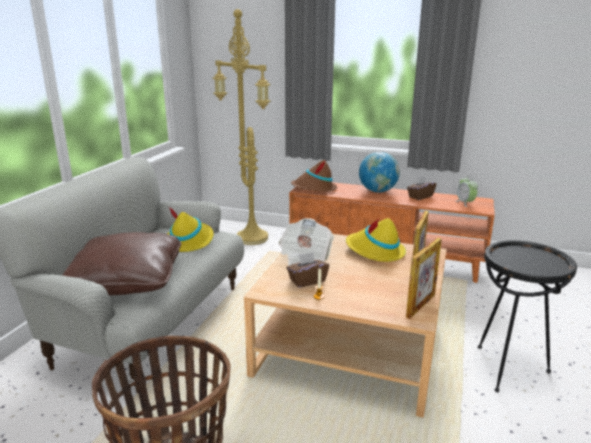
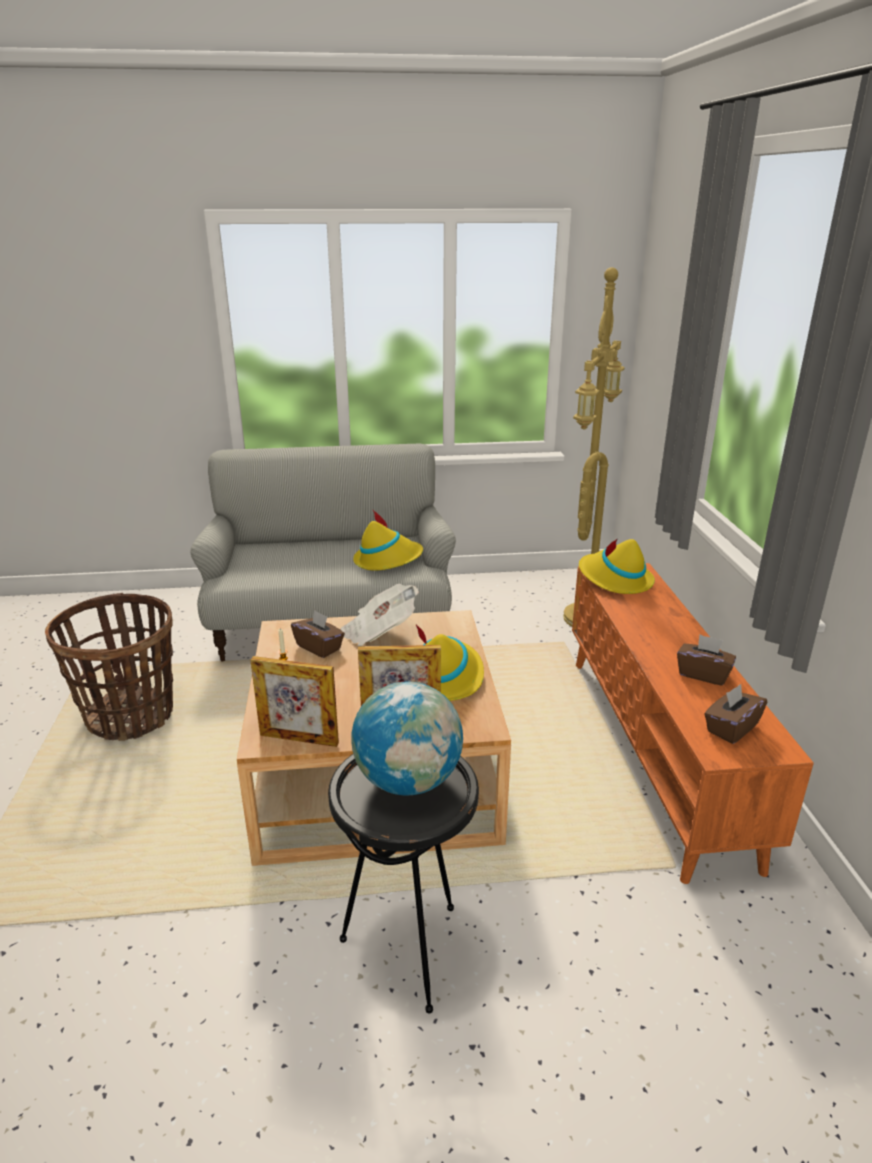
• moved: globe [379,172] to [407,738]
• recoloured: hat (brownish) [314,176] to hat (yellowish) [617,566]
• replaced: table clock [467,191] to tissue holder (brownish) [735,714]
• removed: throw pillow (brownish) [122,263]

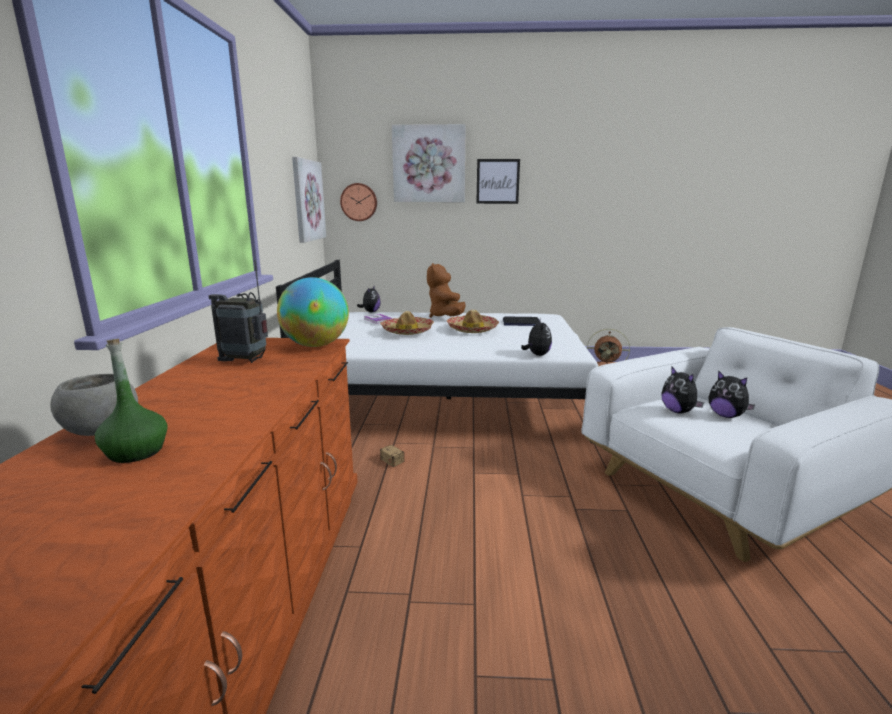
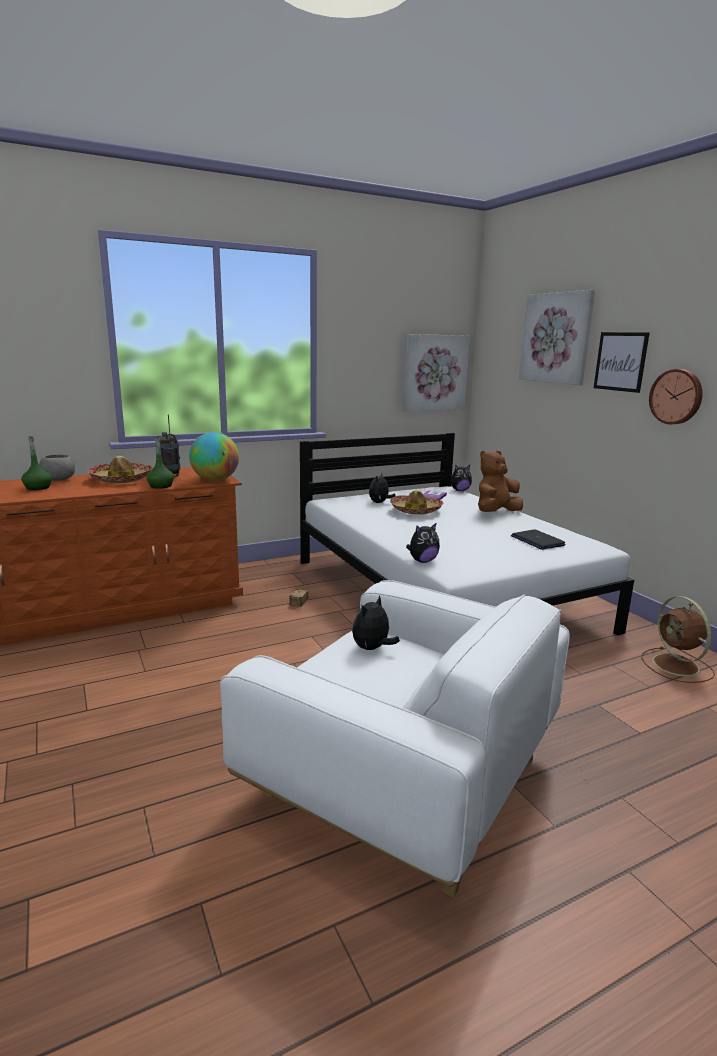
• moved: hat [473,321] to [119,469]
• added: bottle (green-coloured) [160,462]
• moved: soft toy [732,394] to [382,488]
• moved: clock on the wall [358,202] to [676,396]

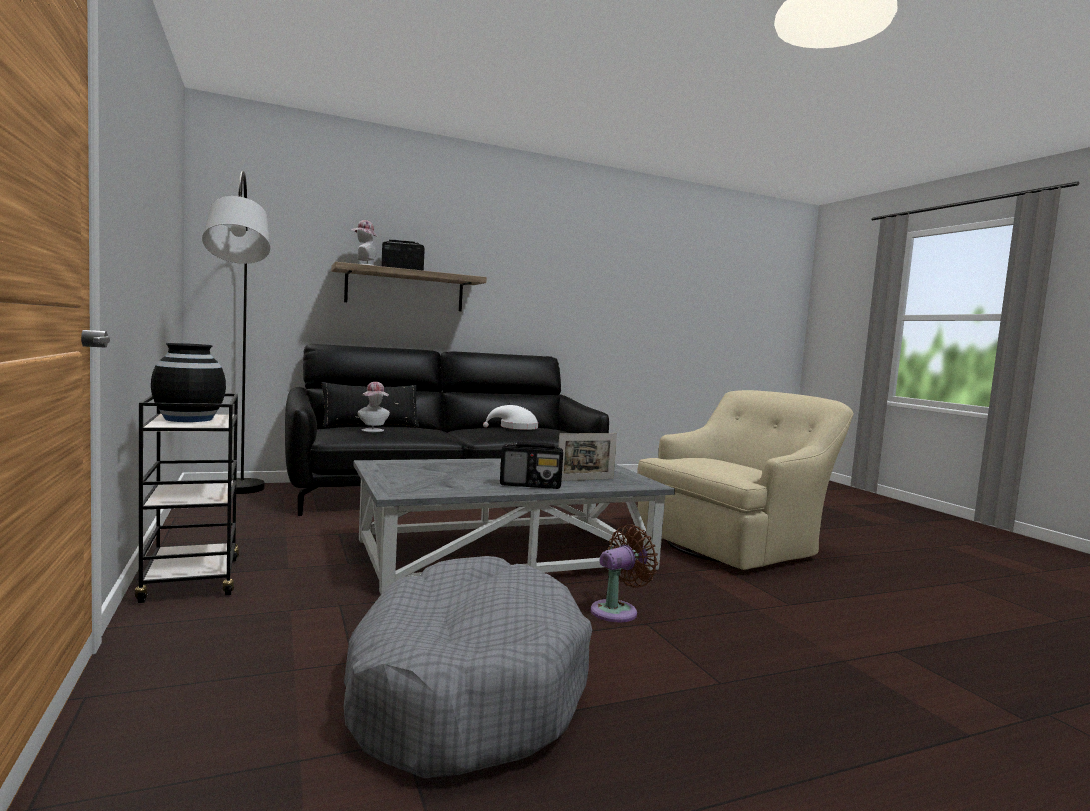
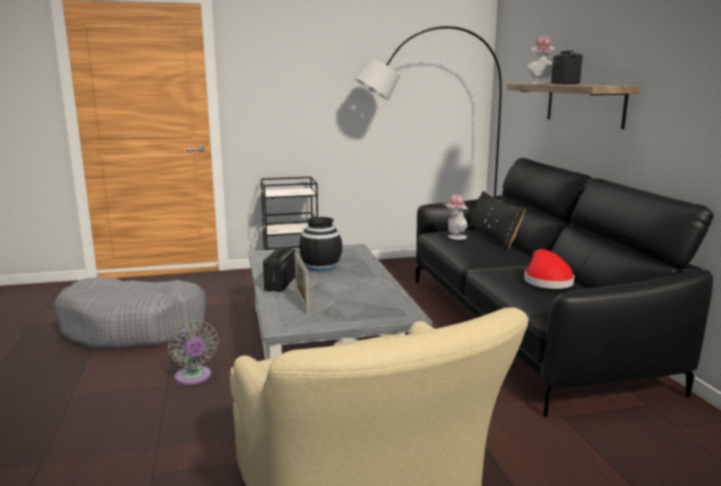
• recoloured: electric fan (brownish) [624,573] to electric fan (grey) [193,352]
• moved: decorative vase (blackish) [188,382] to [320,244]
• recoloured: hat (white-coloured) [510,417] to hat (red) [549,269]

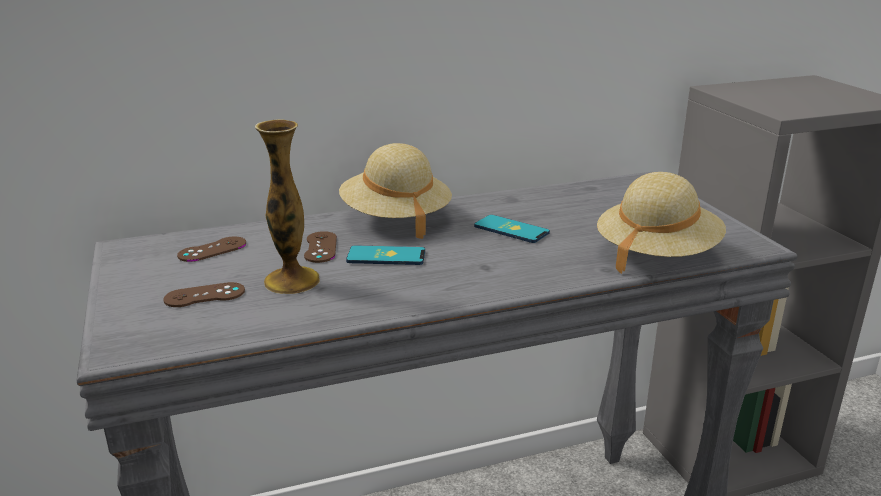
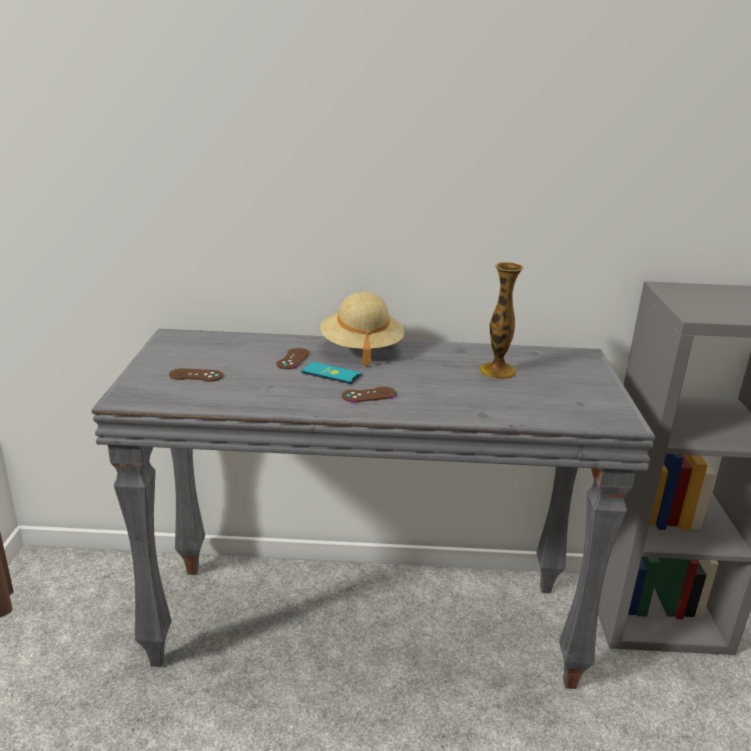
• moved: gamepad (brownish) [211,249] to [369,394]
• moved: decorative vase [287,206] to [501,320]
• removed: phone [512,229]
• removed: hat (sand-coloured) [661,223]

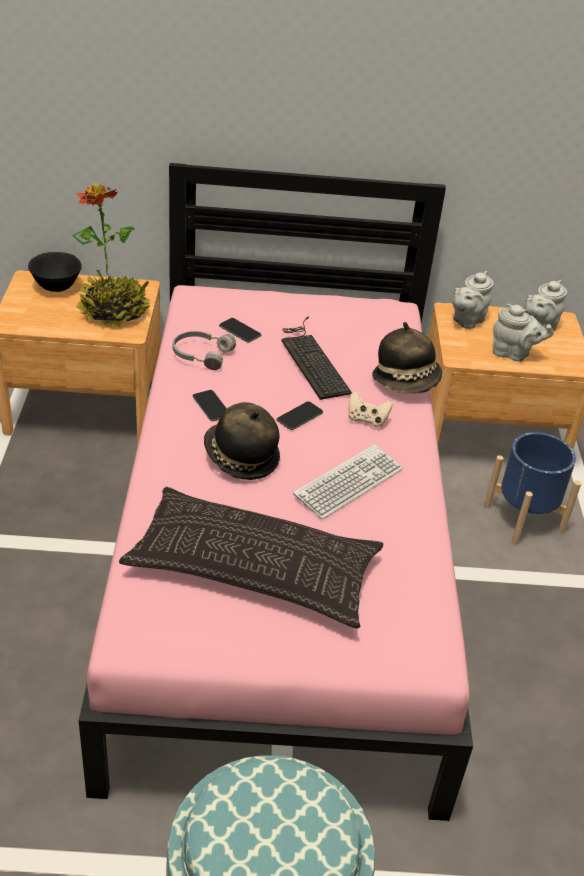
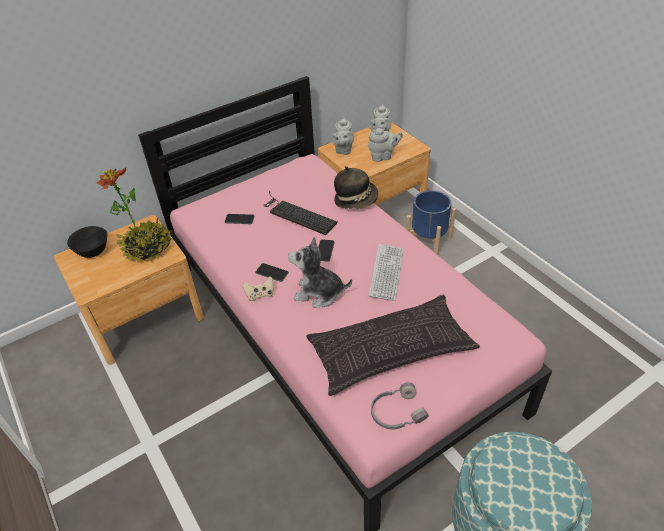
• moved: gamepad (sand-coloured) [370,409] to [258,288]
• replaced: hat [242,441] to soft toy [320,272]
• moved: headphones (grey) [204,350] to [400,405]

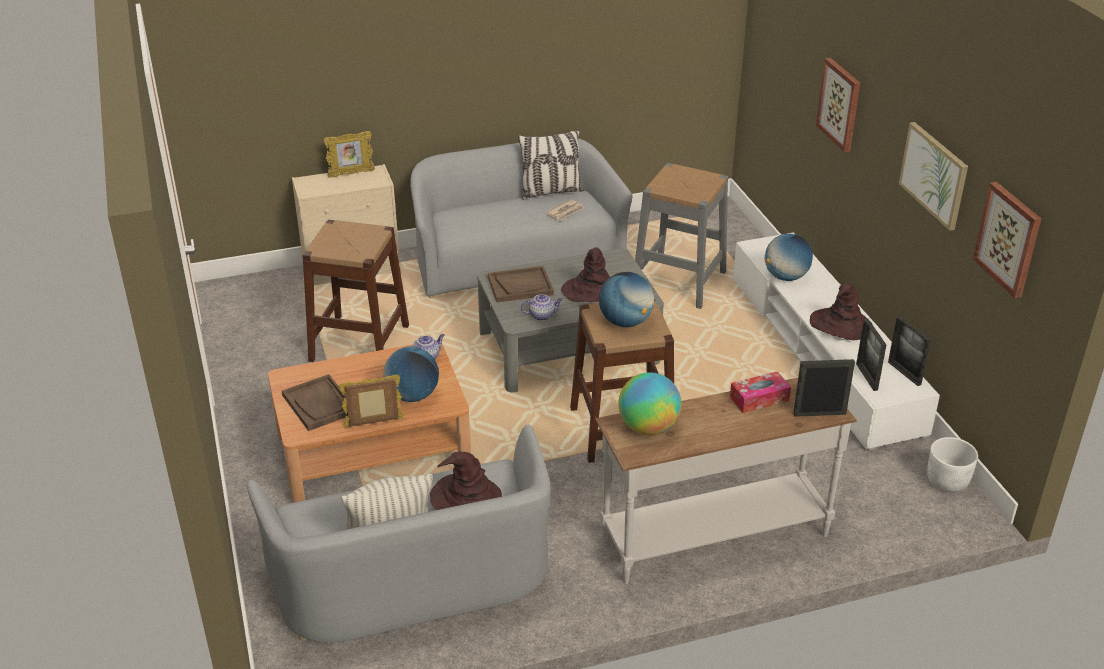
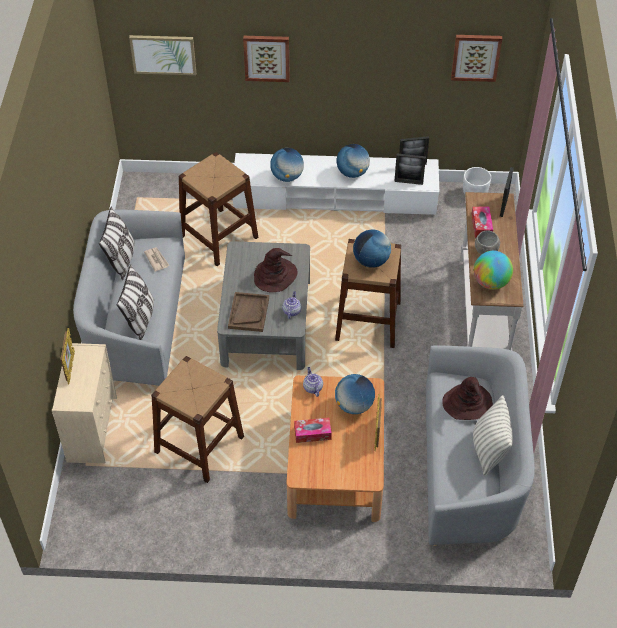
• added: throw pillow [135,302]
• moved: wall picture [933,176] to [162,55]
• recoloured: stool seat (grey) [681,236] to stool seat (brownish) [219,209]
• added: tissue holder [313,430]
• replaced: hat (brownish) [841,311] to globe [353,161]
• added: bowl (grey) [487,242]
• removed: carrying tray (brownish) [315,402]

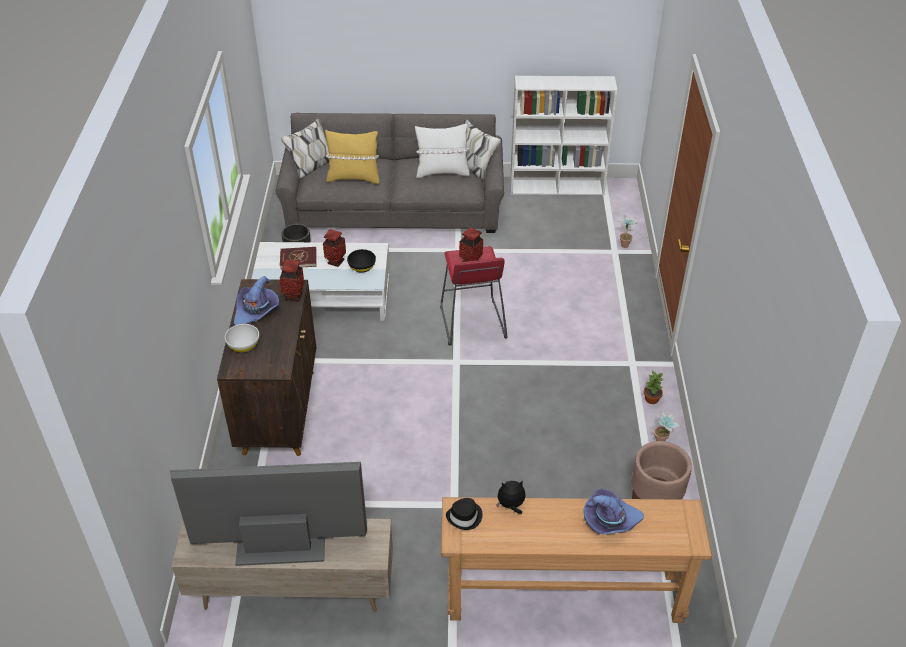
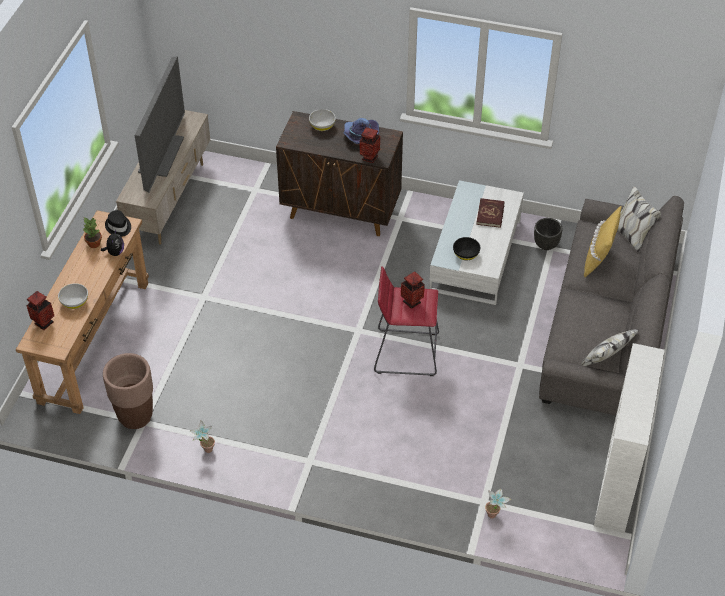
• moved: decorative vase [334,248] to [40,310]
• replaced: hat (purple) [614,511] to bowl (white-coloured) [73,296]
• moved: houseplant [653,387] to [92,233]
• removed: throw pillow (white-coloured) [442,151]

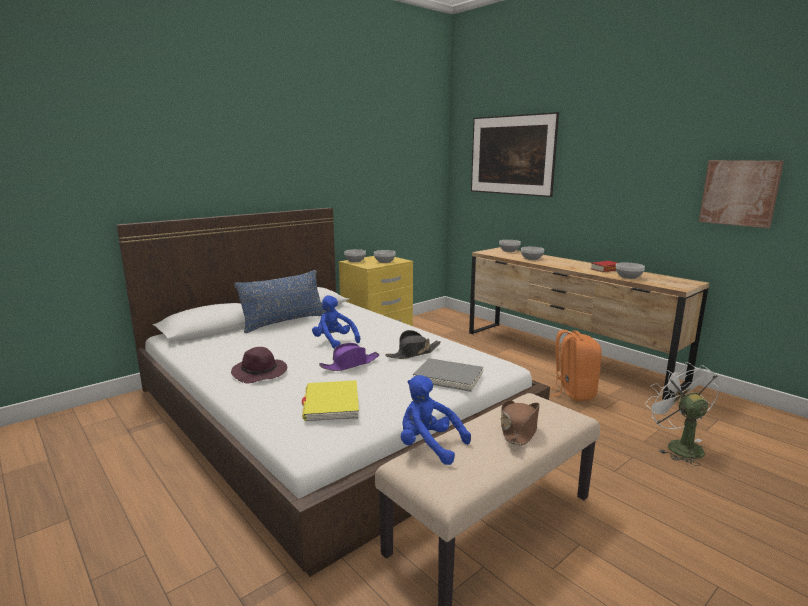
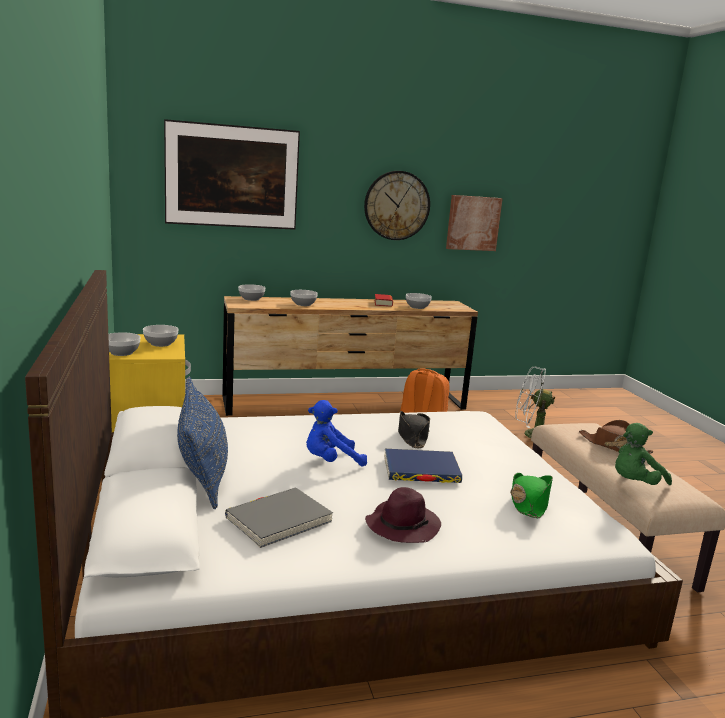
• moved: book (grey) [448,375] to [279,517]
• added: clock on the wall [397,205]
• replaced: hat (purple) [349,357] to book (bluish) [423,466]
• replaced: book (yellowish) [330,400] to hat (green-coloured) [531,495]
• recoloured: soft toy (bluish) [436,420] to soft toy (green-coloured) [643,454]

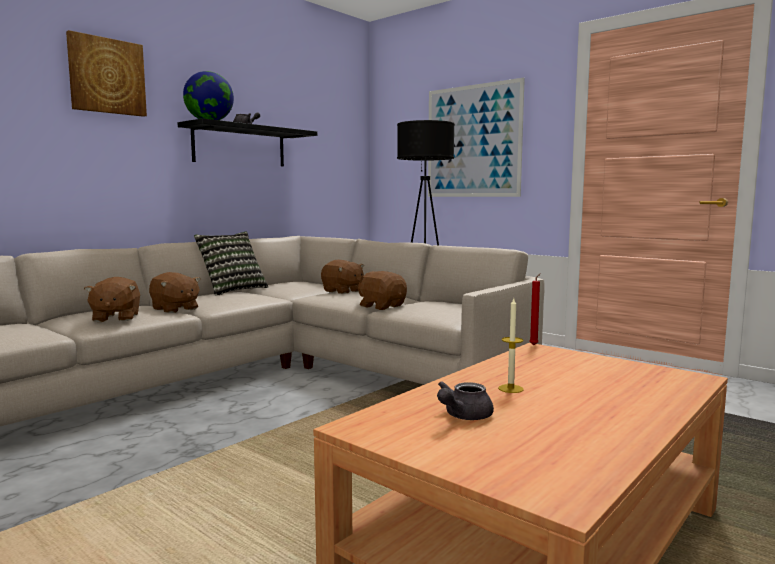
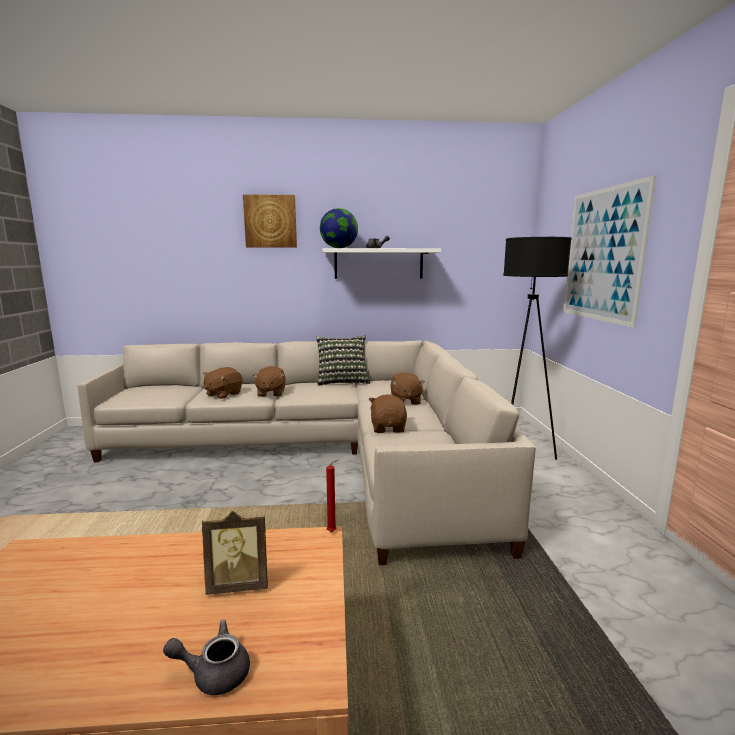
• moved: tea pot (grey) [465,400] to [206,657]
• added: picture frame [235,553]
• recoloured: shelf (blackish) [247,142] to shelf (white-coloured) [382,263]
• removed: wax light [511,345]

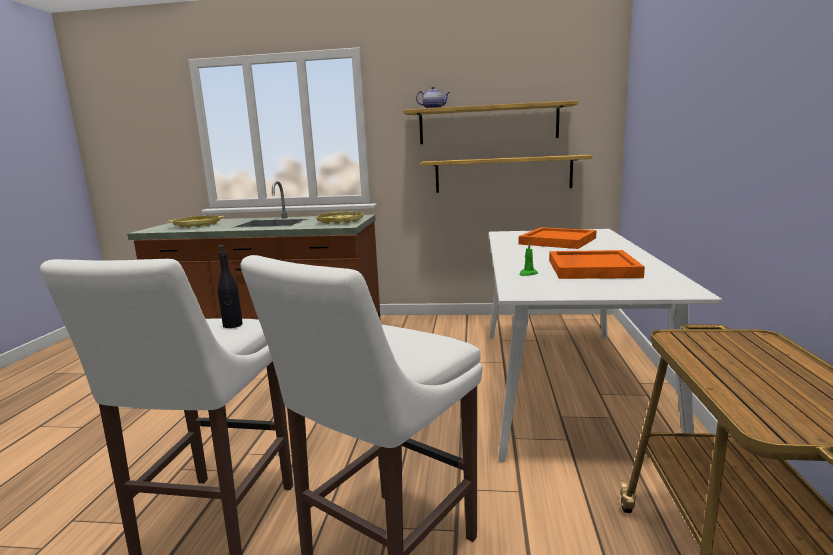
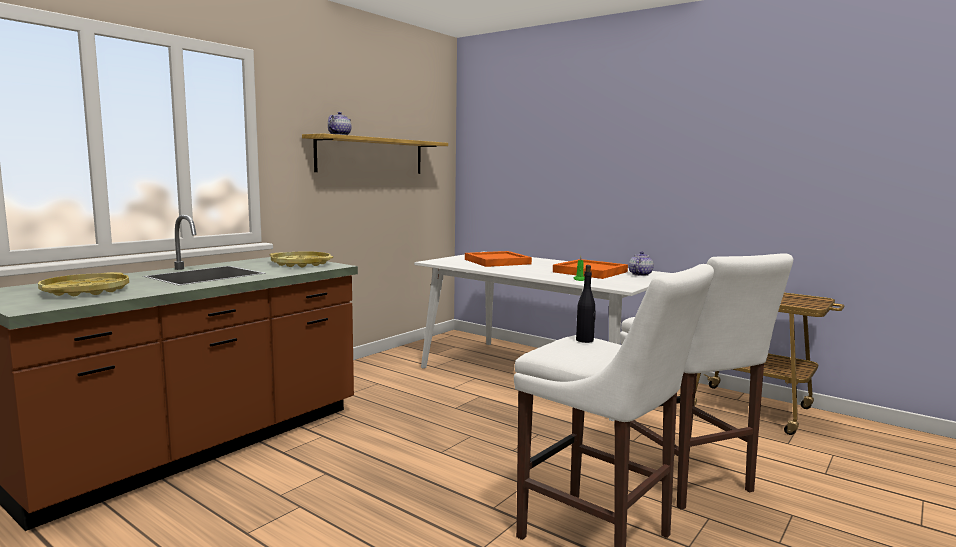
• added: tea pot [641,263]
• removed: shelf [506,174]

